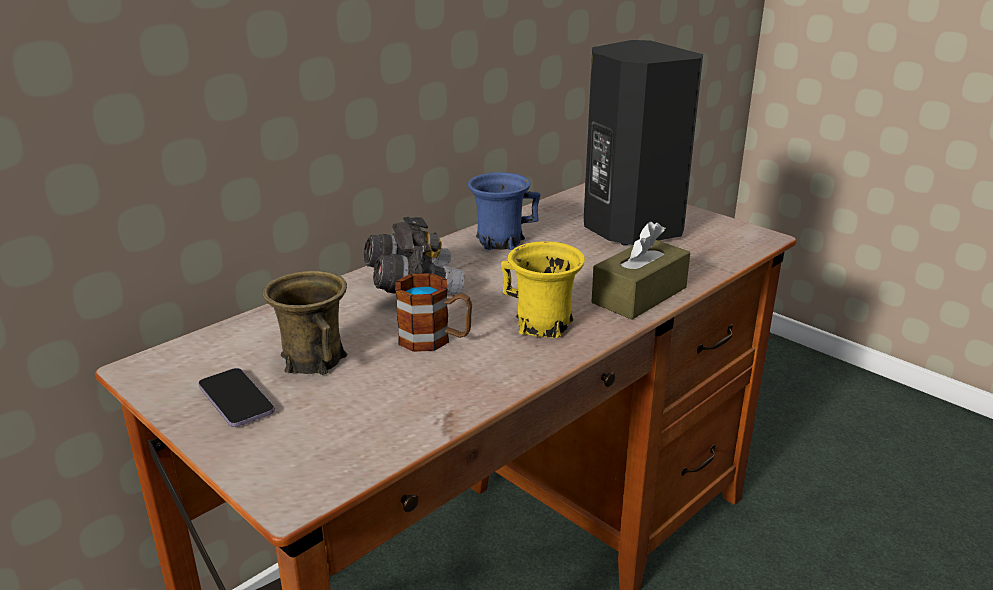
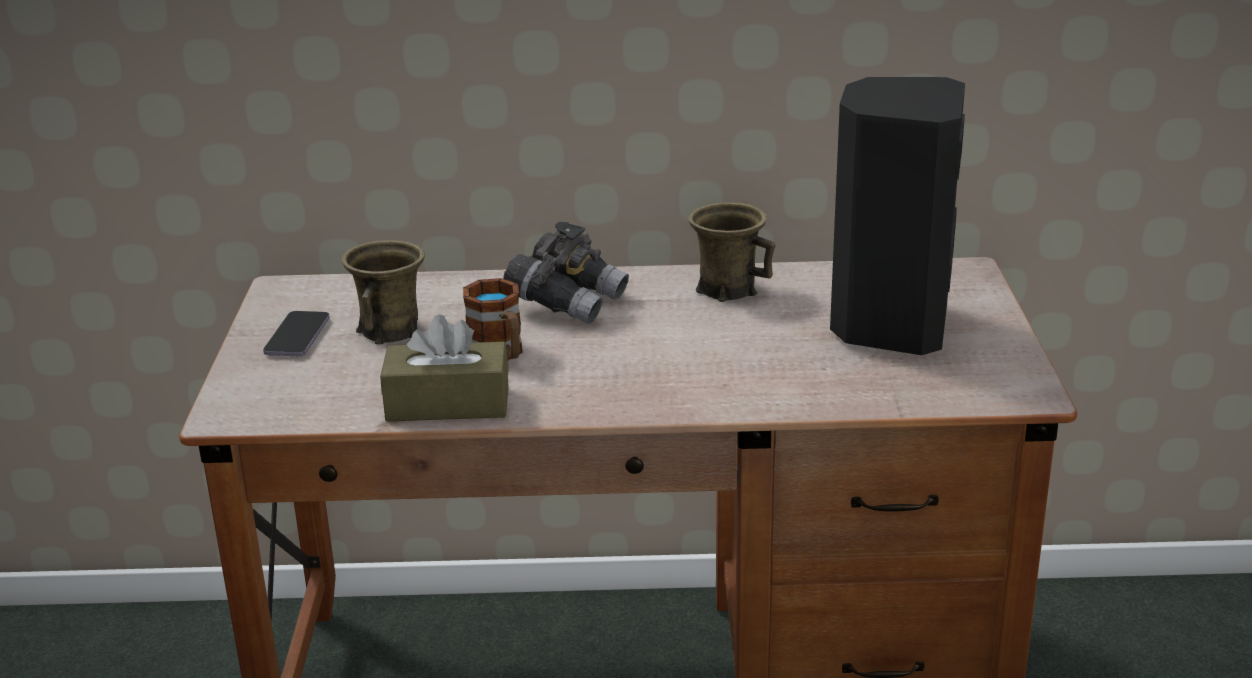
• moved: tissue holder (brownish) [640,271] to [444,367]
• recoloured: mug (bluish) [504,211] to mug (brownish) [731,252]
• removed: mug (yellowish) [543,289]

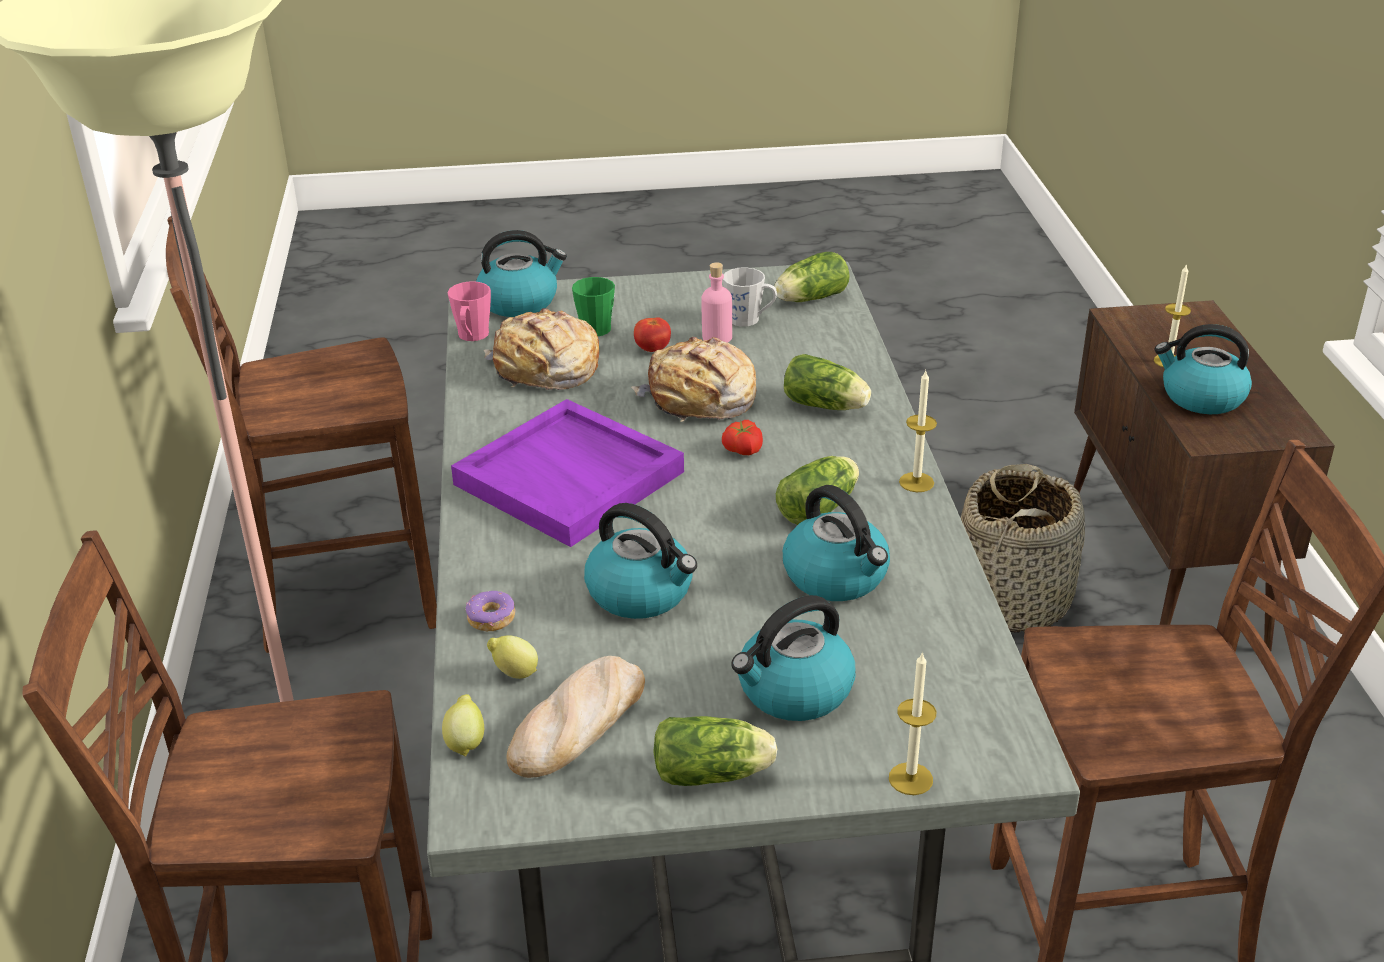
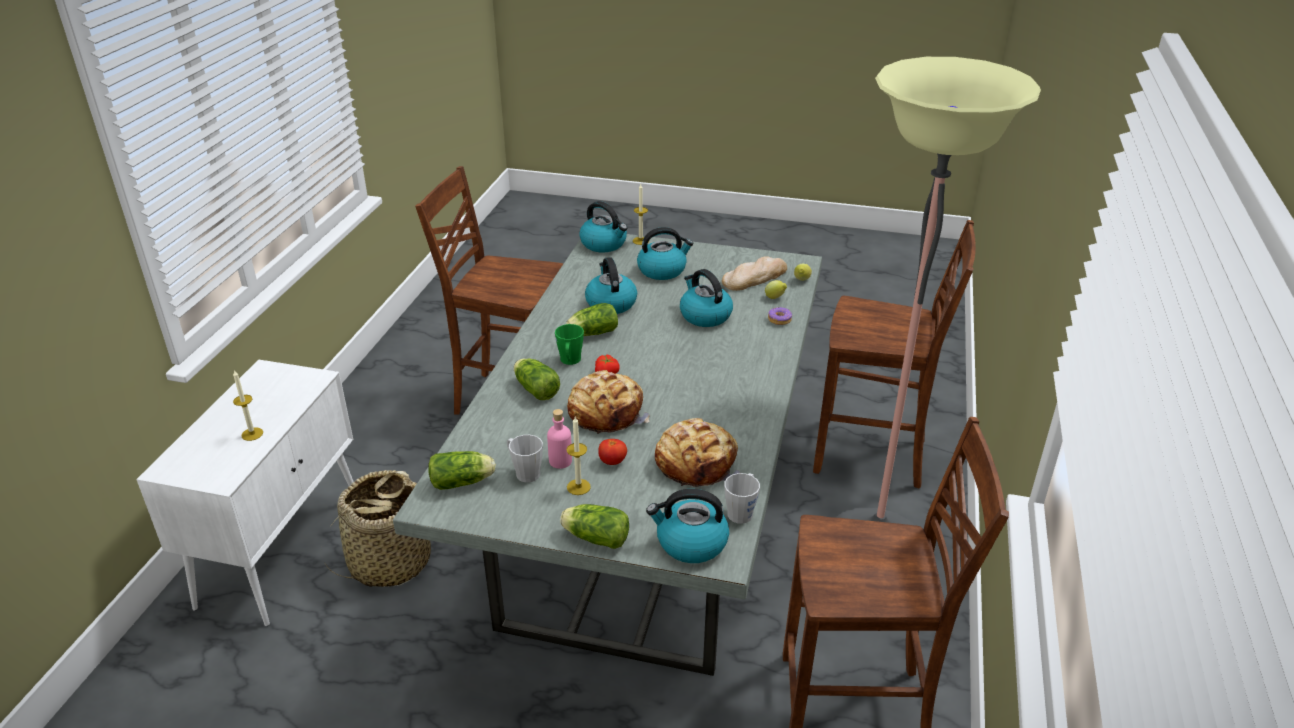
• recoloured: storage cabinet (brownish) [1204,475] to storage cabinet (white-coloured) [244,492]
• moved: mug (green-coloured) [593,306] to [569,344]
• moved: lettuce [715,751] to [594,526]
• moved: wax light [918,431] to [578,456]
• moved: water kettle [1203,369] to [603,226]
• recoloured: mug (pink) [469,311] to mug (grey) [742,498]
• removed: carrying tray (purple) [567,473]

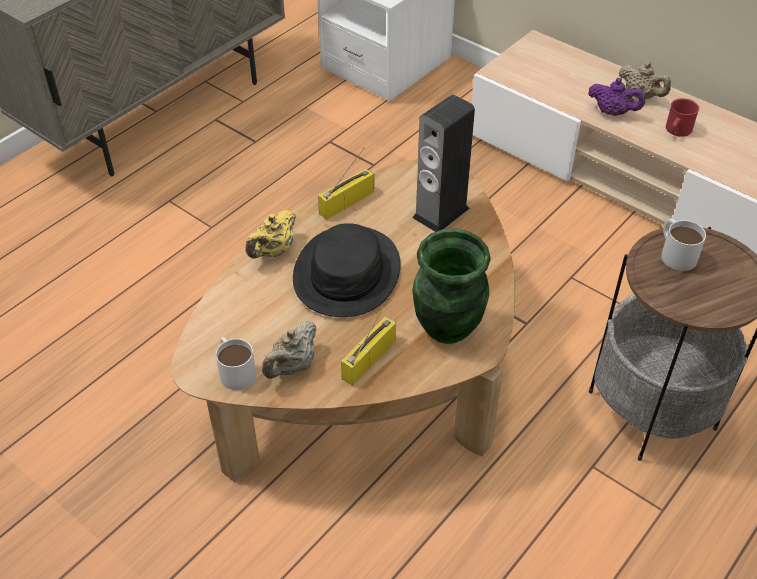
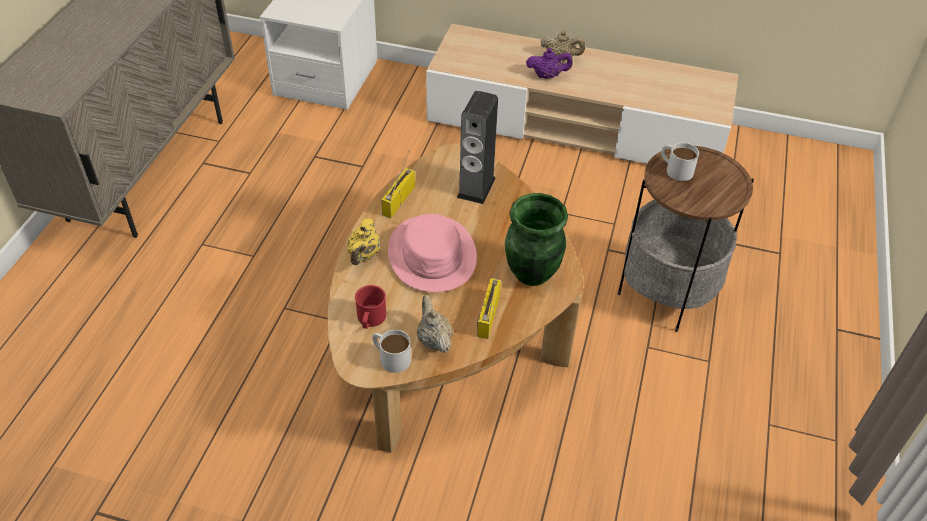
• moved: mug (red) [682,117] to [370,307]
• recoloured: hat (blackish) [347,270] to hat (pink) [432,253]
• turned: tea pot (sand-coloured) [289,350] = [435,324] 150 degrees clockwise

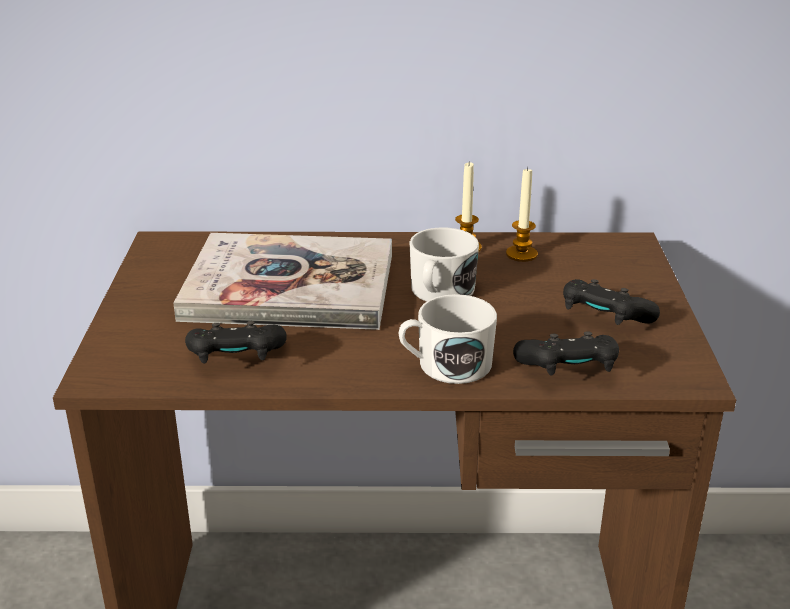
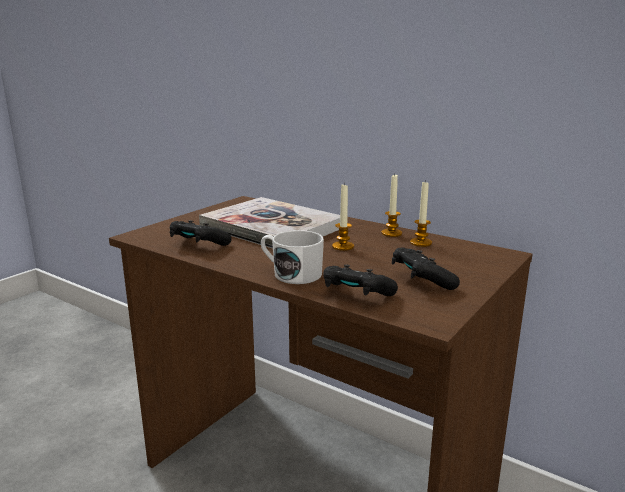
• replaced: mug (white-coloured) [444,265] to wax light [343,217]

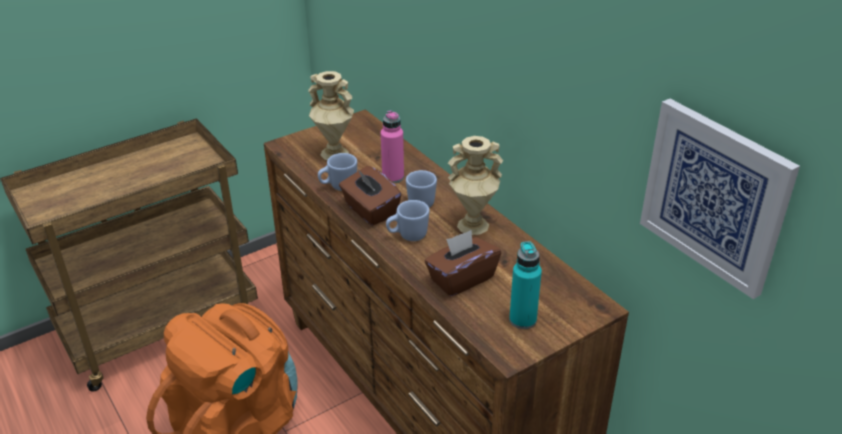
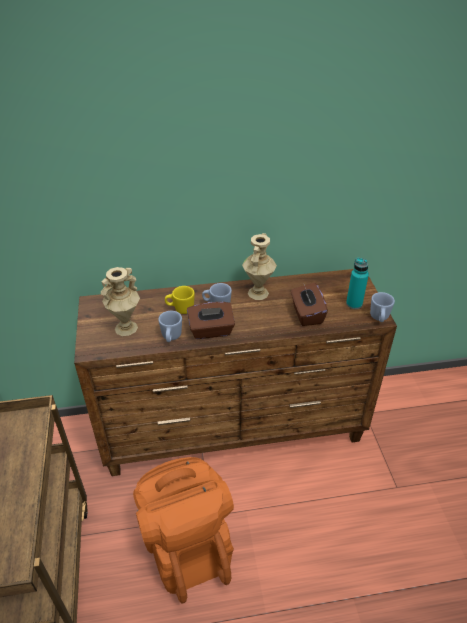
• replaced: bottle (pink) [392,146] to mug (yellowish) [180,300]
• moved: mug (bluish) [408,220] to [382,307]
• removed: wall picture [720,199]

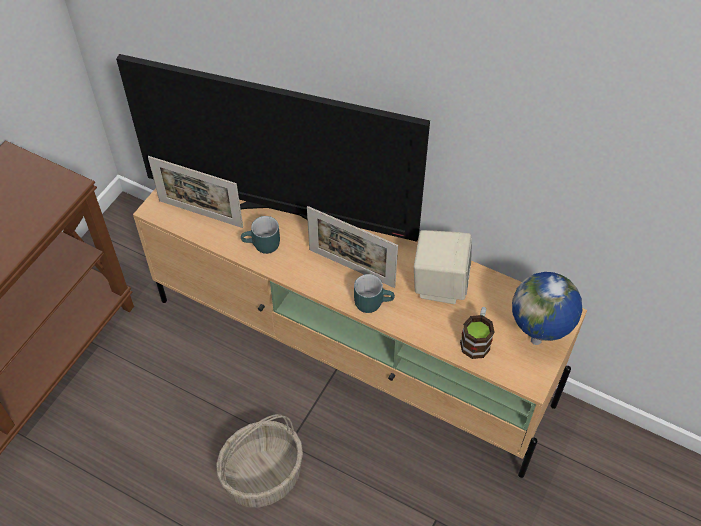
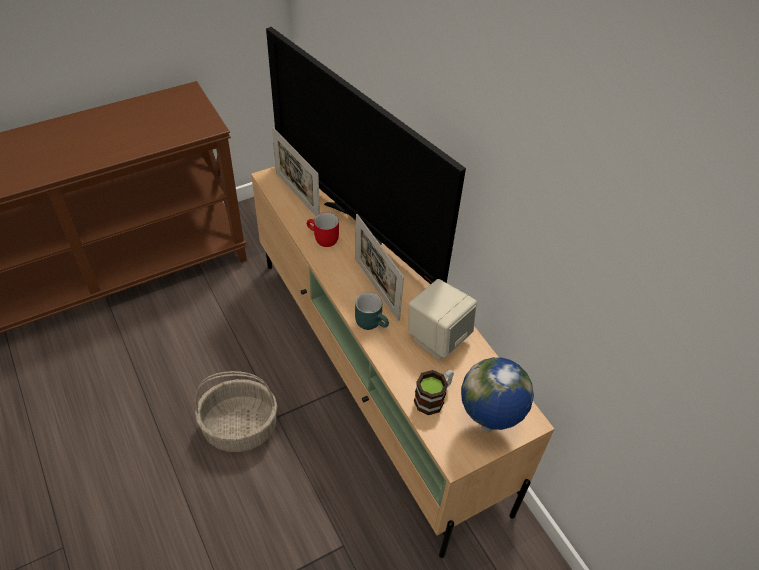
• recoloured: mug (turquoise-coloured) [260,235] to mug (red) [323,229]

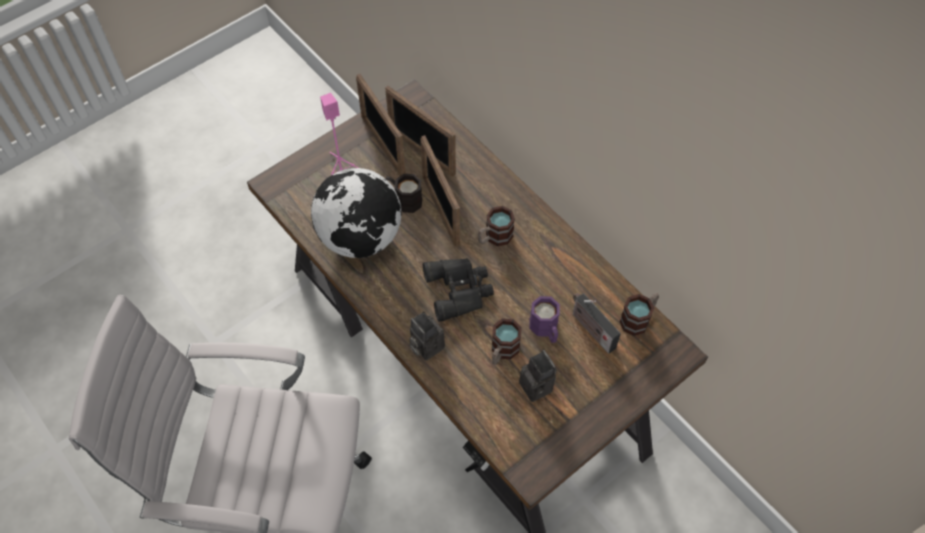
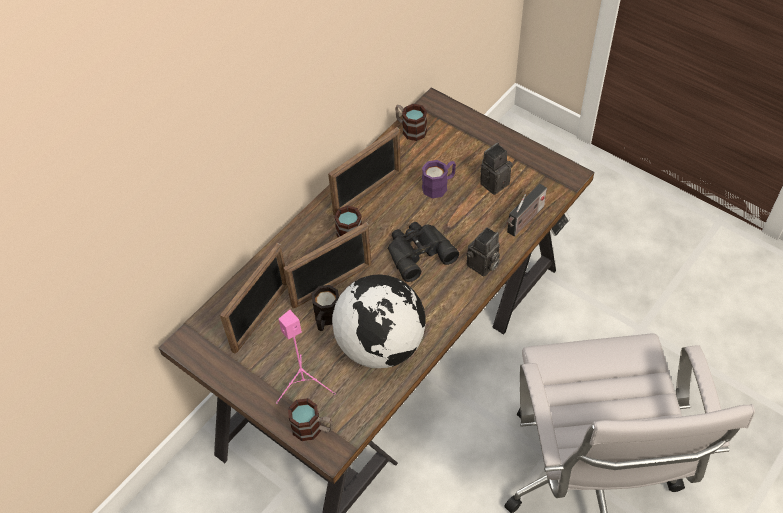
• moved: mug [507,341] to [310,419]
• moved: picture frame [381,125] to [364,171]
• moved: radio set [597,323] to [527,210]

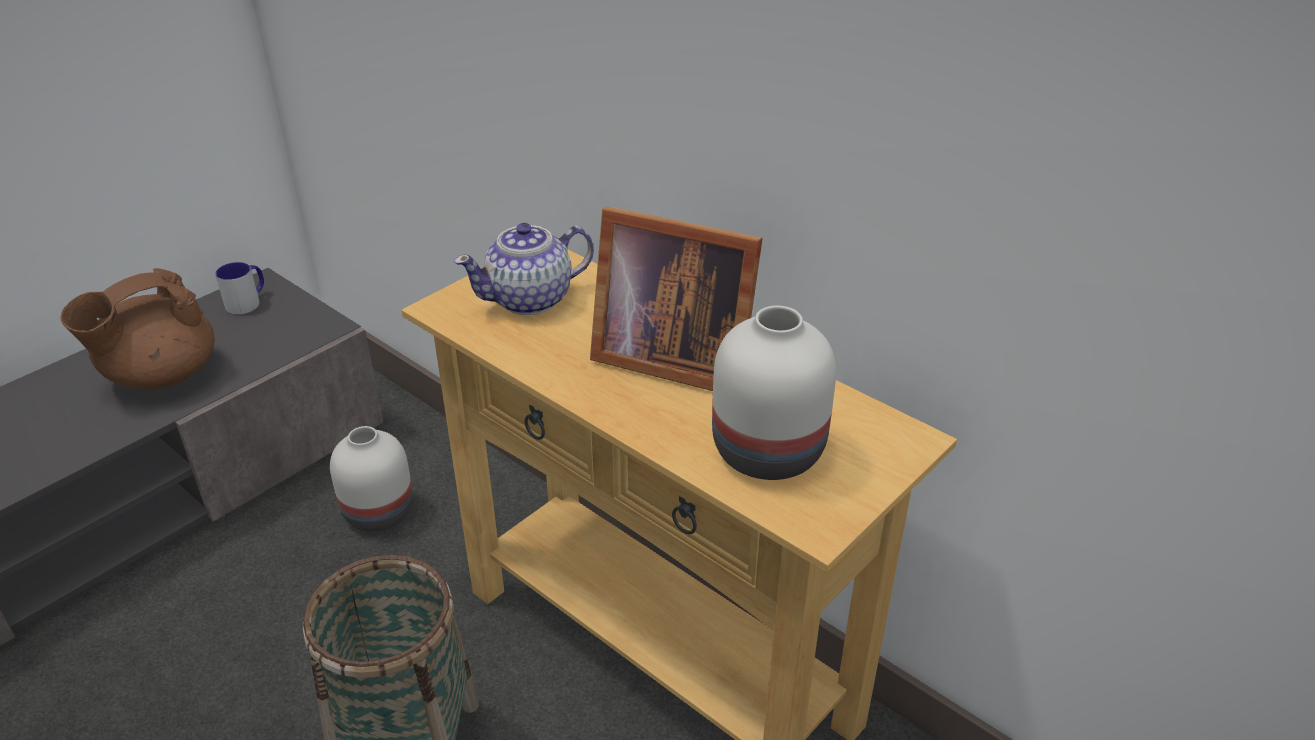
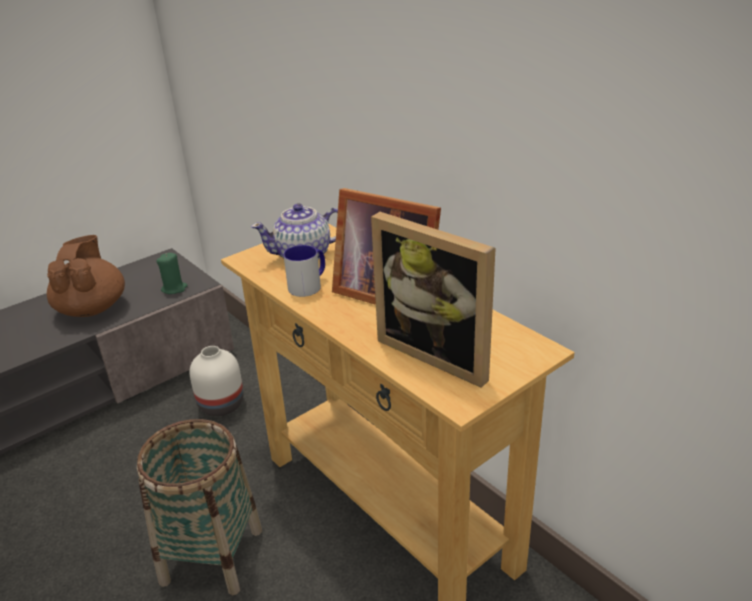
• turned: tea pot (brownish) [138,328] = [86,276] 120 degrees clockwise
• added: wax light (green-coloured) [172,273]
• moved: mug [239,288] to [304,271]
• replaced: decorative vase (white-coloured) [774,393] to picture frame [433,300]

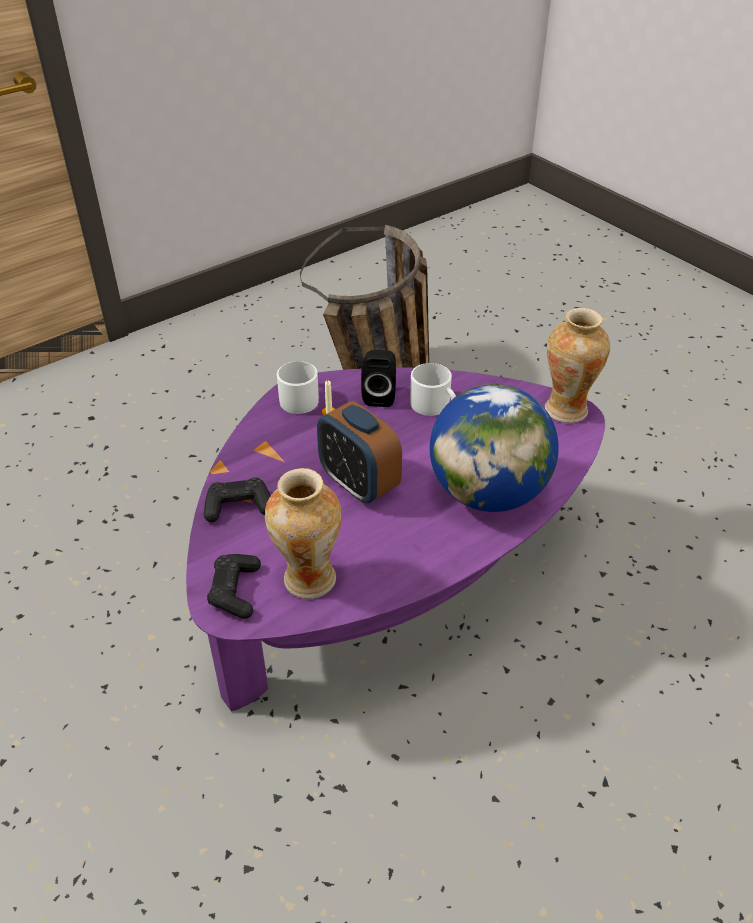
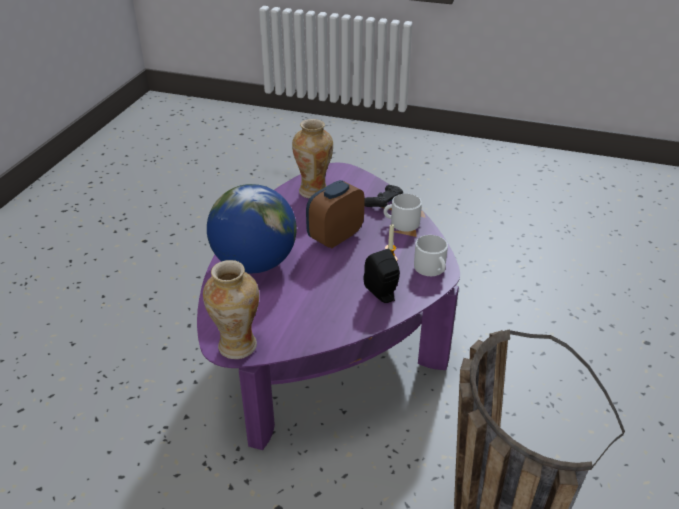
• turned: table clock [359,452] = [335,214] 60 degrees counterclockwise
• moved: mug (white-coloured) [433,389] to [402,212]
• removed: gamepad (blackish) [234,586]

